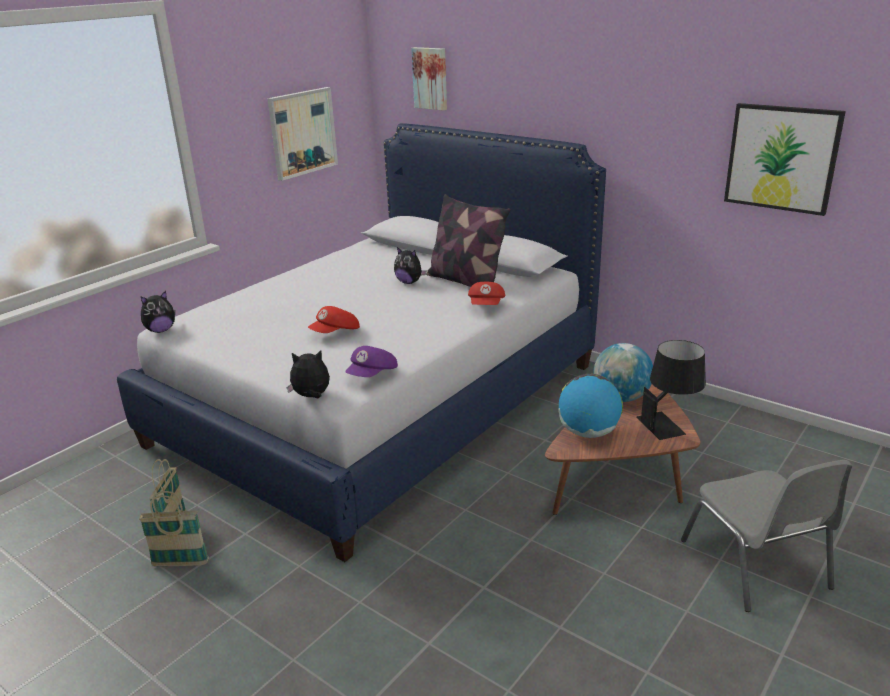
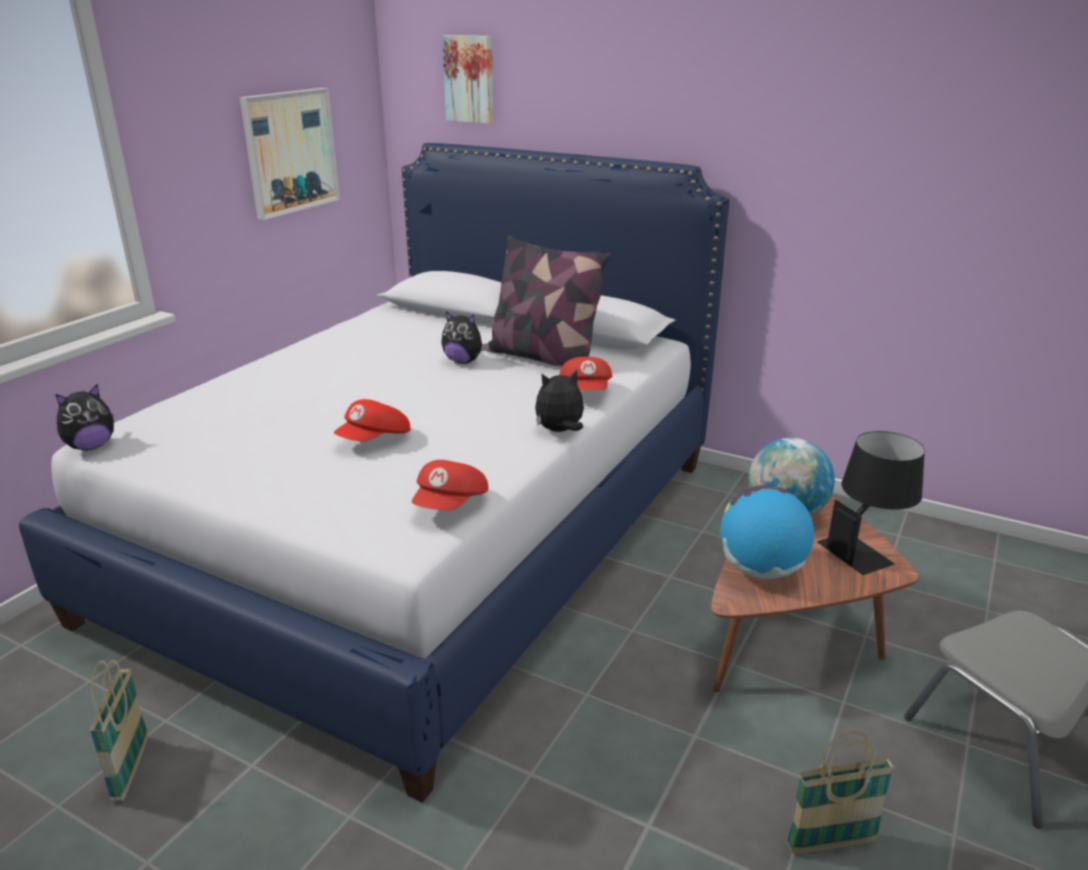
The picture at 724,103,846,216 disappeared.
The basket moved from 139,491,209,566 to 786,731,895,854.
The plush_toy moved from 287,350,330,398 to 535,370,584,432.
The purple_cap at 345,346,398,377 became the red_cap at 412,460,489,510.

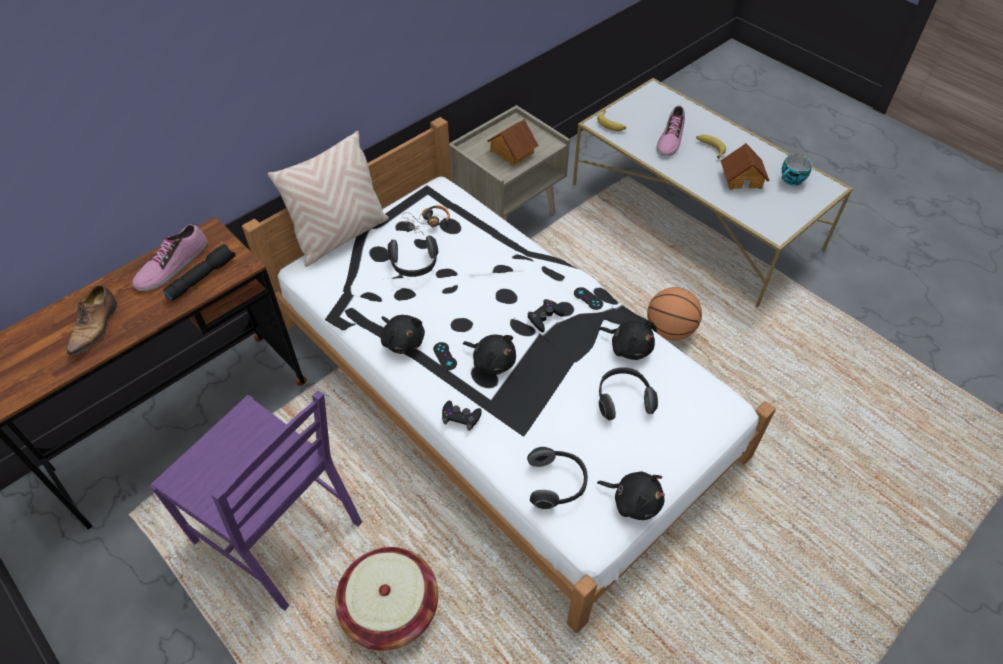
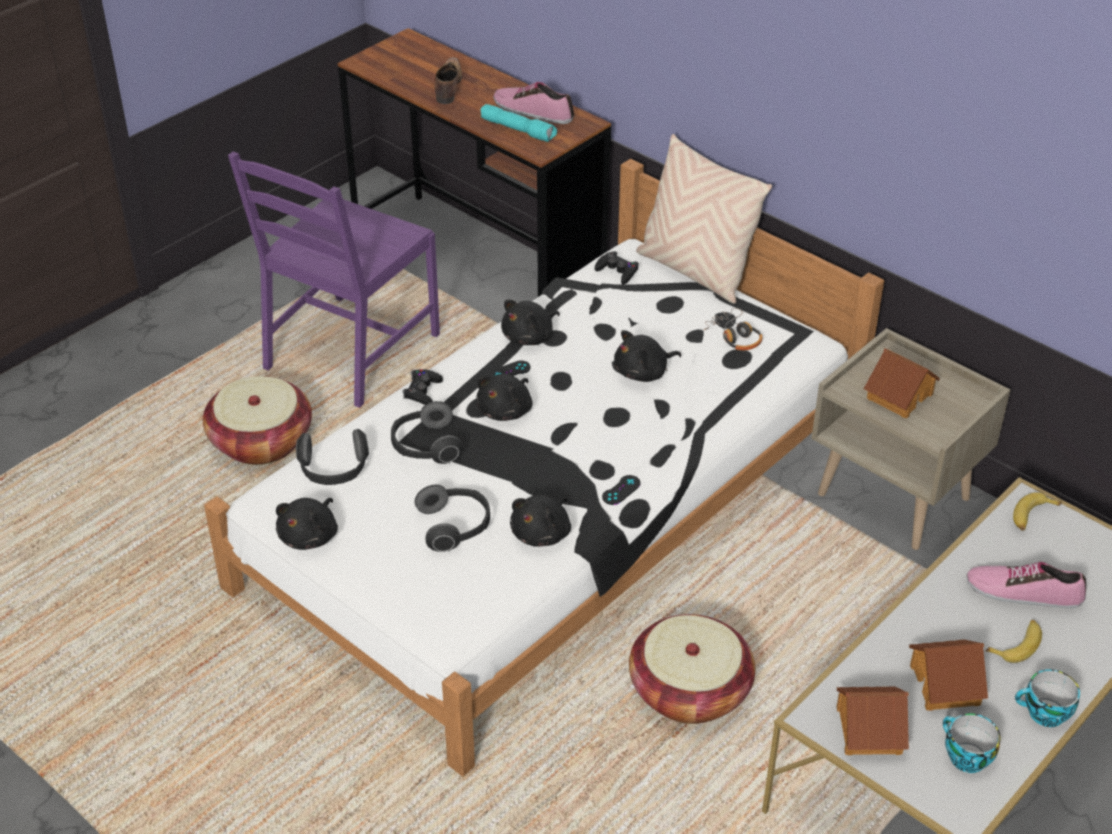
The black_plush_toy at 614,330,682,382 appeared.
The toy_house at 836,687,909,755 appeared.
The cup at 1015,669,1080,727 appeared.
The headphones moved from 387,235,438,277 to 391,401,463,464.
The black_game_controller moved from 527,299,565,332 to 595,251,639,285.
The basketball at 647,287,702,340 was replaced by the basket at 629,614,755,724.
The black_flashlight at 162,244,236,301 became the turquoise_flashlight at 481,104,557,142.
The shoe at 66,285,117,355 turned 90 degrees clockwise.

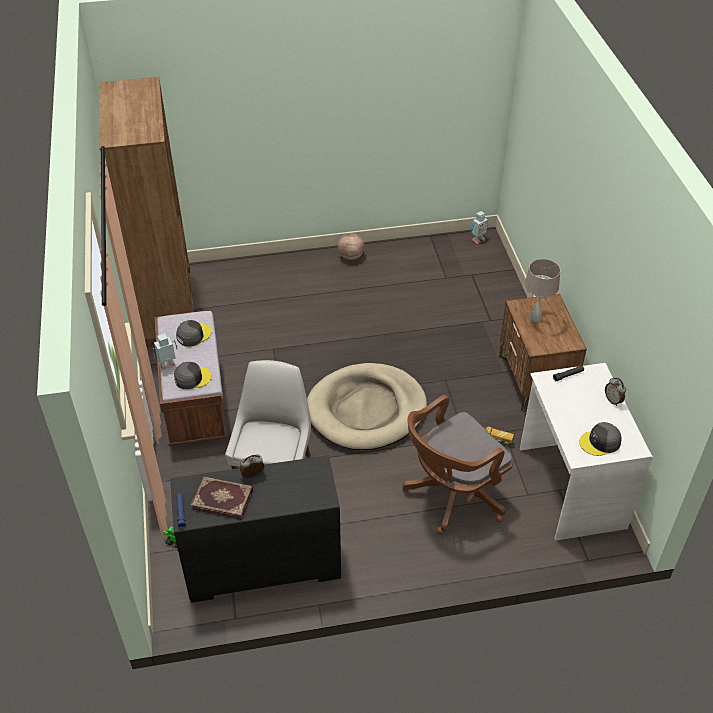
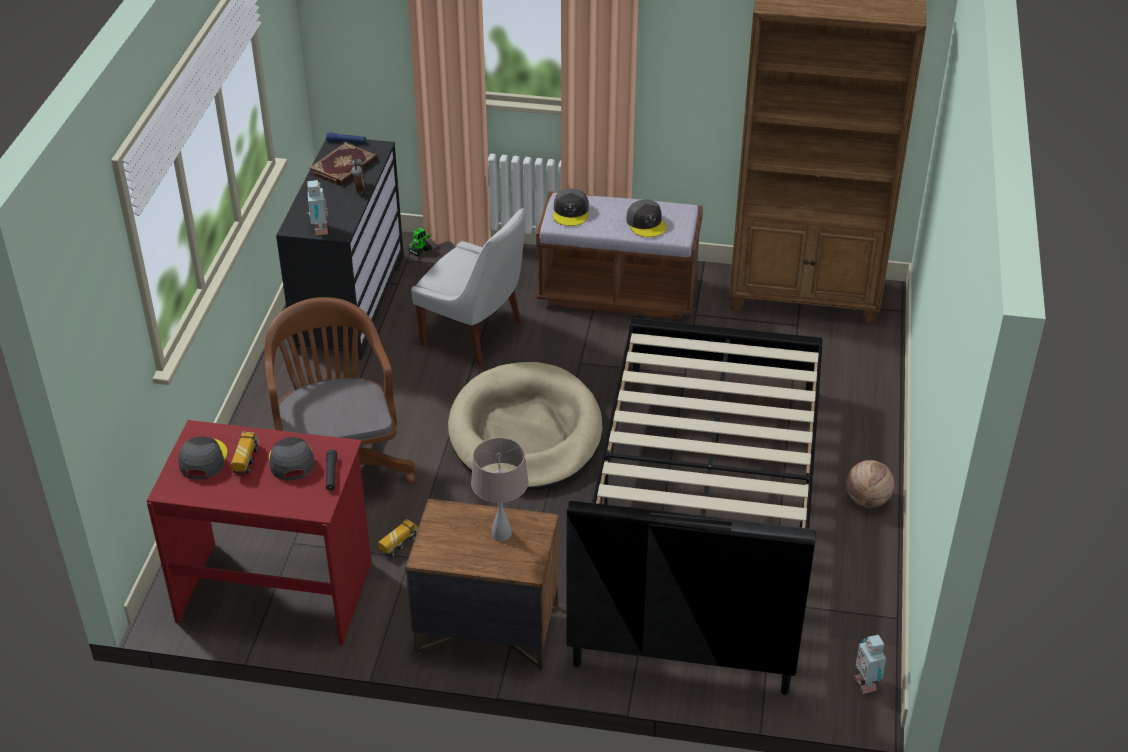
The alarm_clock at 605,377,626,406 disappeared.
The toy_truck at 231,432,259,474 appeared.
The grey_cap at 269,437,315,480 appeared.
The black_bed at 566,318,822,695 appeared.
The toy_robot moved from 153,333,177,370 to 306,180,328,235.
The white_desk at 520,363,653,541 became the red_desk at 147,420,371,645.

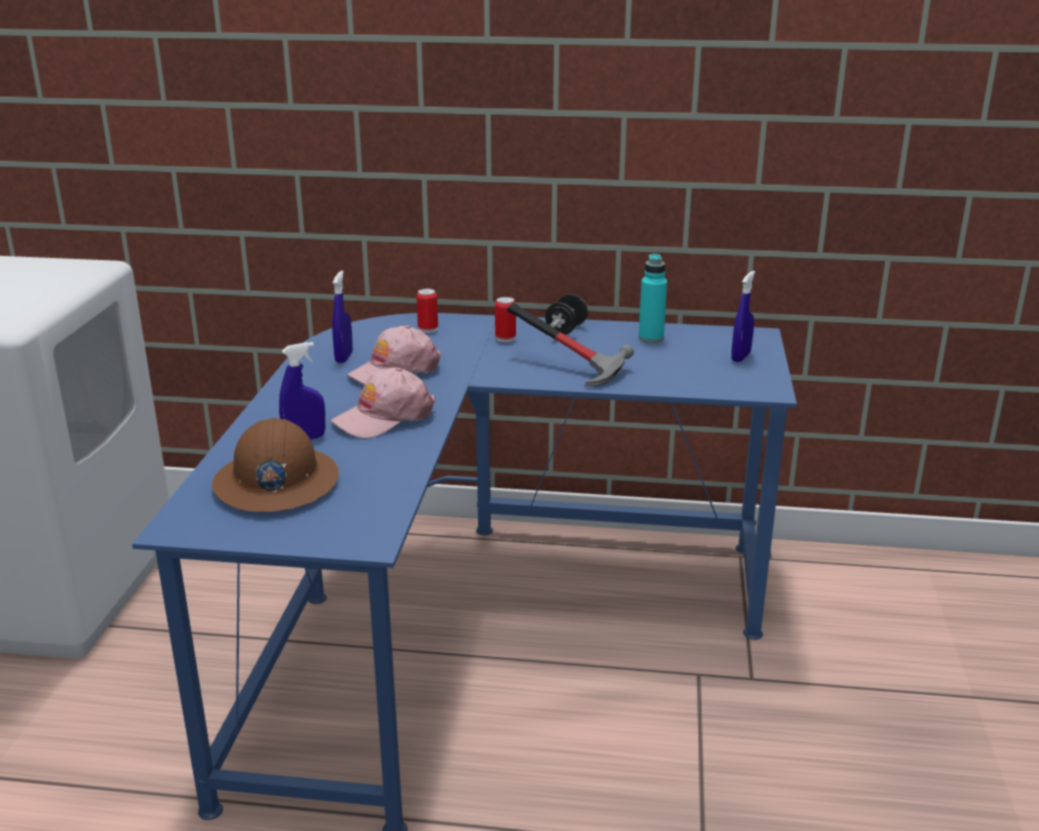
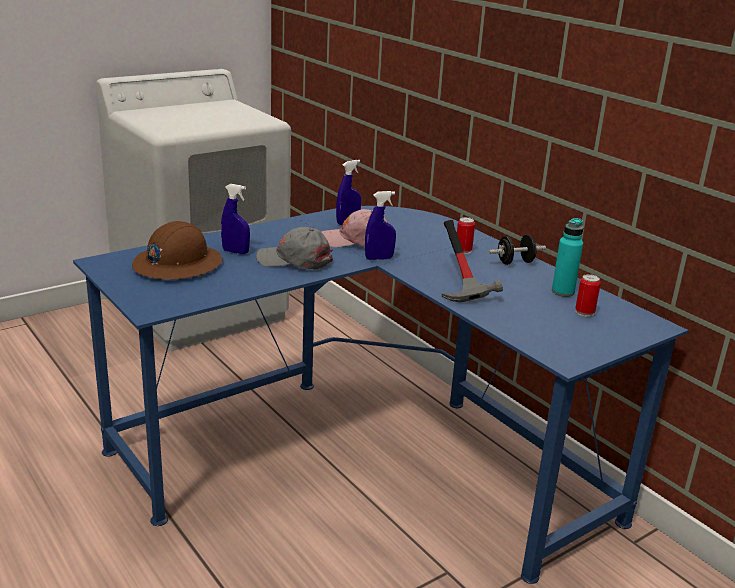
The can moved from 417,289,438,333 to 575,274,601,317.
The blue_spray_bottle moved from 731,271,755,362 to 365,191,396,260.
The pink_cap at 331,367,435,438 became the grey_cap at 256,227,333,270.

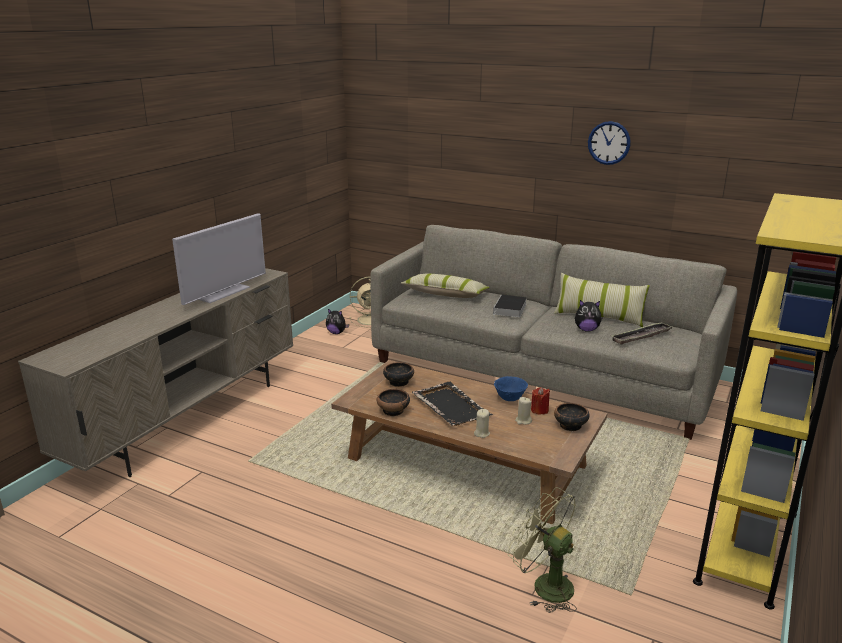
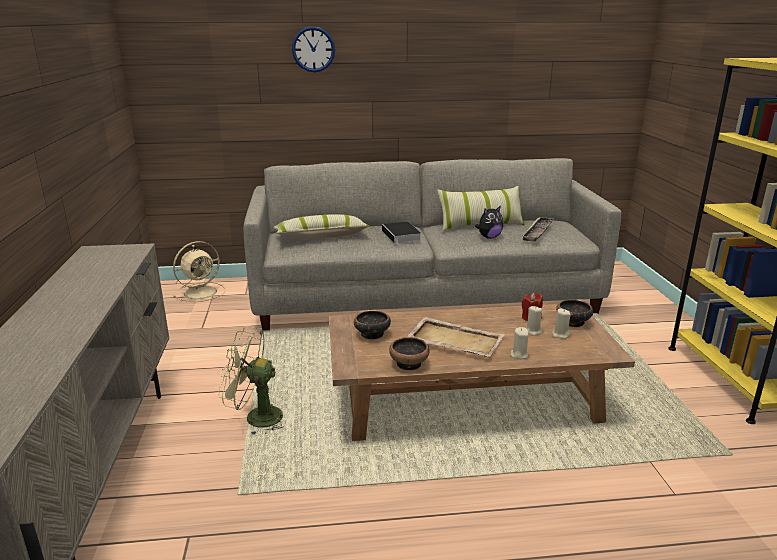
The television at 172,213,266,305 disappeared.
The plush_toy at 326,309,349,334 disappeared.
The blue_bowl at 494,376,528,401 disappeared.
The beige_candle at 552,309,571,339 appeared.
The green_fan moved from 507,487,577,613 to 219,326,284,436.
The wall_clock moved from 588,121,631,165 to 292,26,335,72.
The black_tray at 412,382,493,426 became the beige_tray at 406,317,505,357.

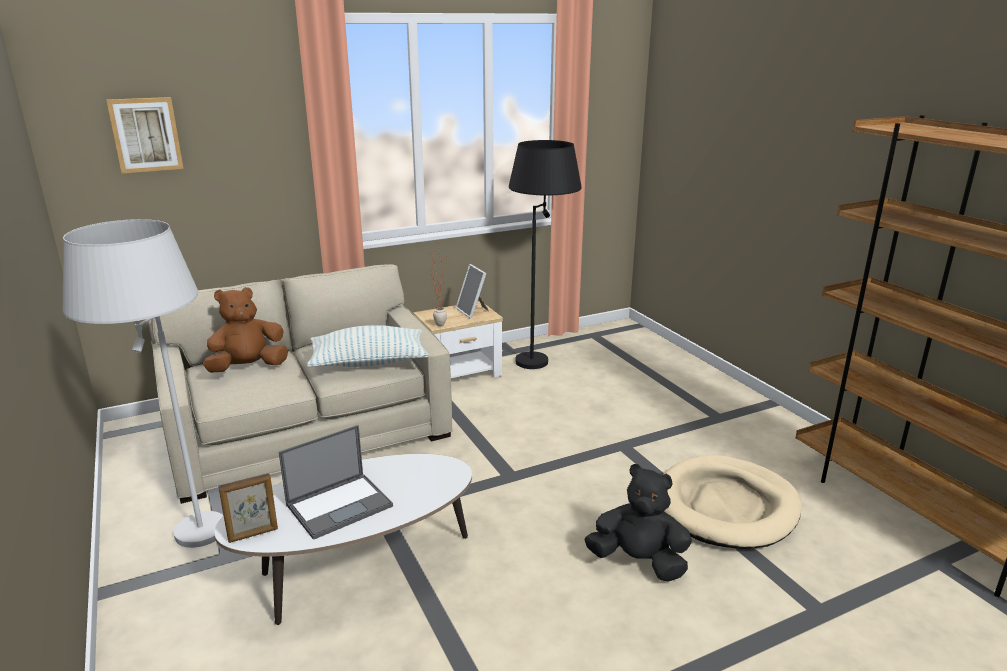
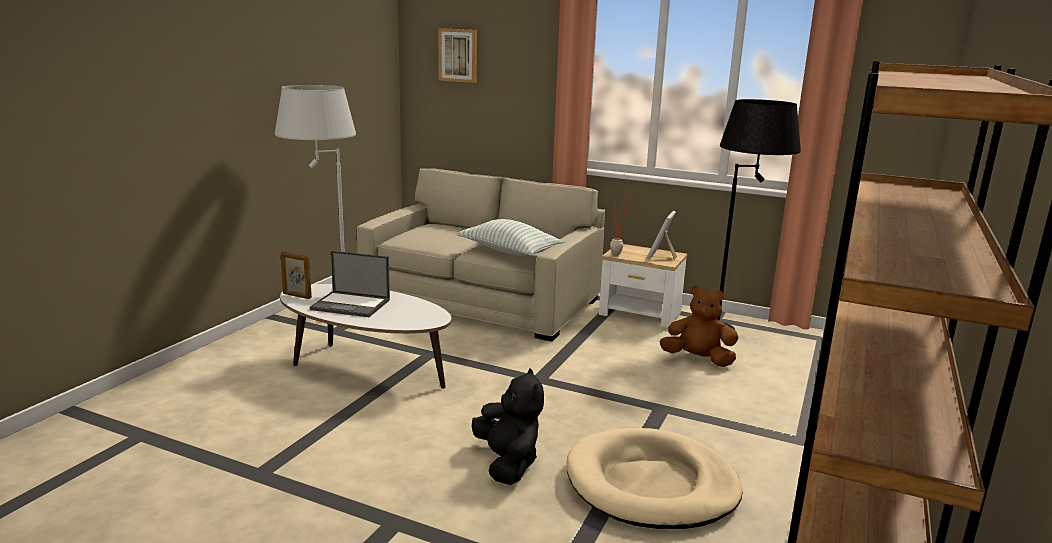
The brown_plush_toy moved from 203,287,288,373 to 660,285,739,367.

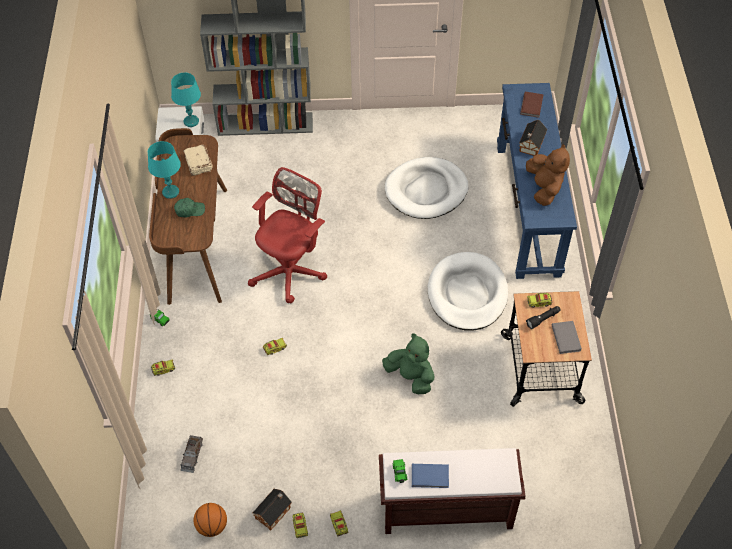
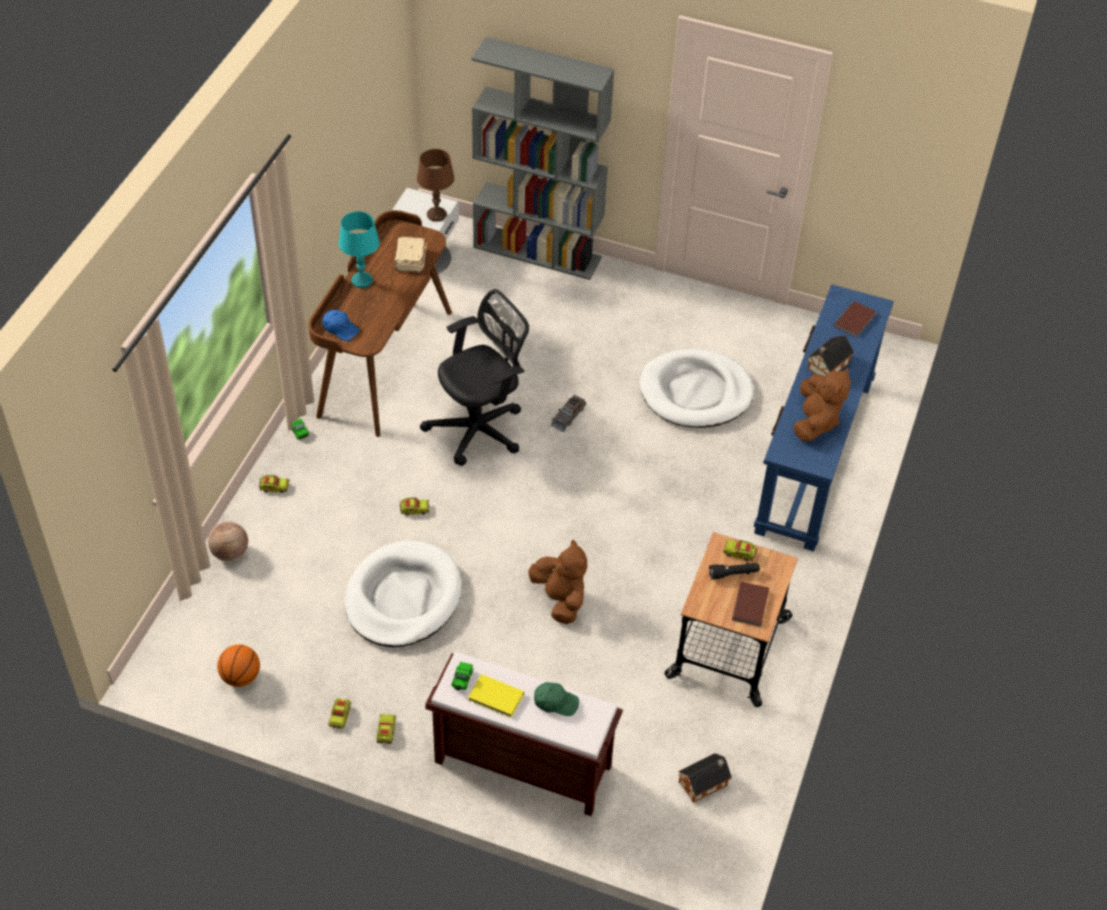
The basketball at 208,522,248,561 appeared.
The blue_cap at 322,310,359,341 appeared.
The green_cap moved from 174,198,205,218 to 534,682,579,716.
The grey_toy_car moved from 181,435,203,473 to 551,395,586,432.
The toy_house moved from 253,489,292,531 to 678,753,732,803.
The white_dog_bed moved from 428,252,508,330 to 345,541,462,647.
The turquoise_table_lamp at 171,73,201,127 became the brown_table_lamp at 417,149,455,222.
The red_office_chair at 248,167,327,303 became the black_office_chair at 420,289,529,466.
The green_plush_toy at 382,333,435,394 became the brown_plush_toy at 528,540,587,624.
The blue_book at 412,464,449,488 became the yellow_book at 468,674,524,718.
The grey_book at 551,321,582,354 became the brown_book at 732,582,769,627.

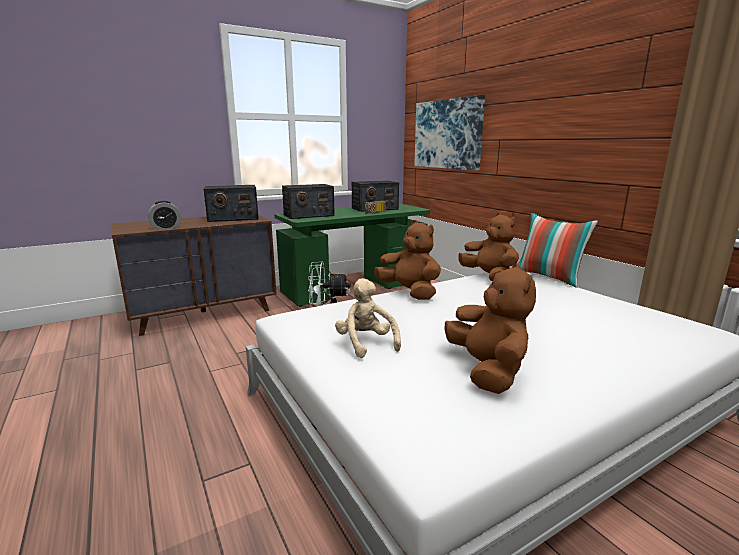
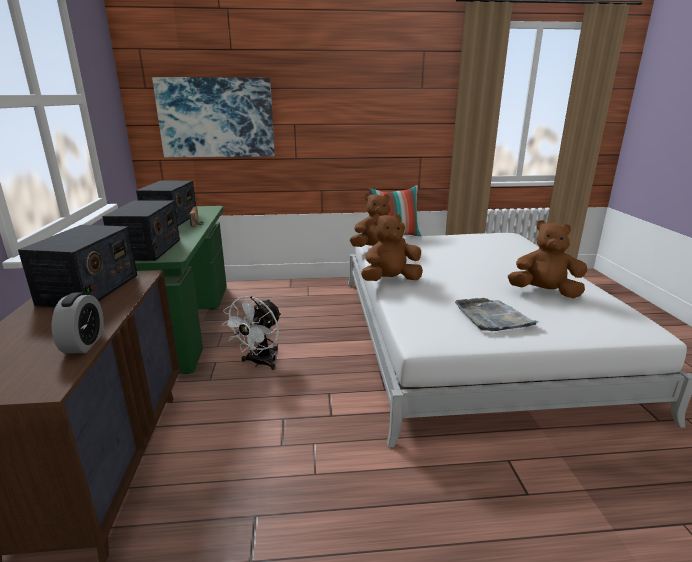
The beige_plush_toy at 335,278,401,358 was replaced by the grey_tray at 455,298,539,331.

